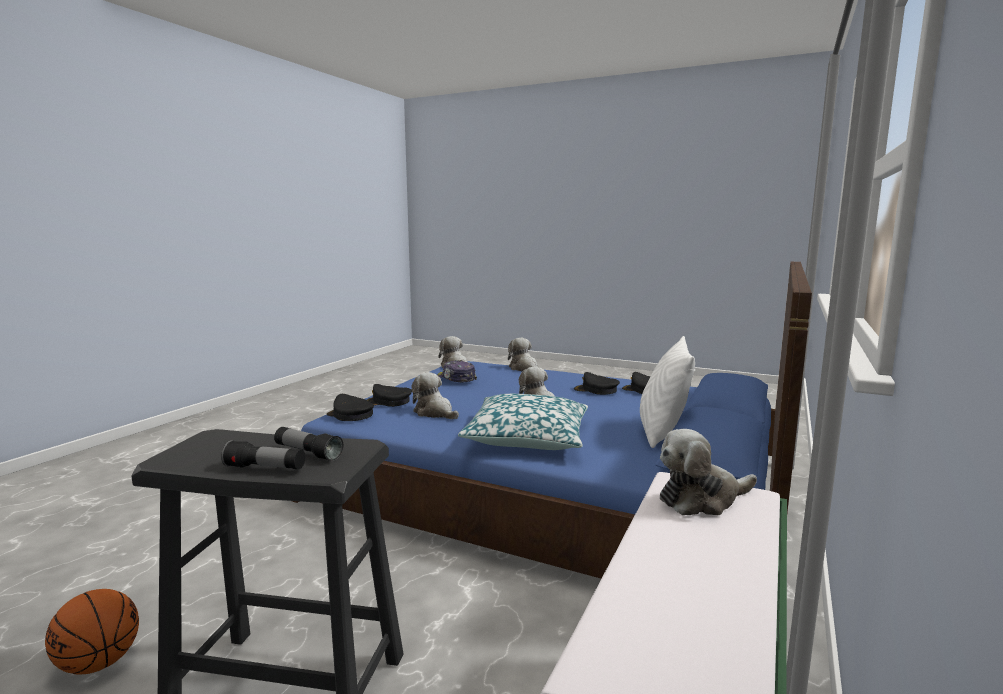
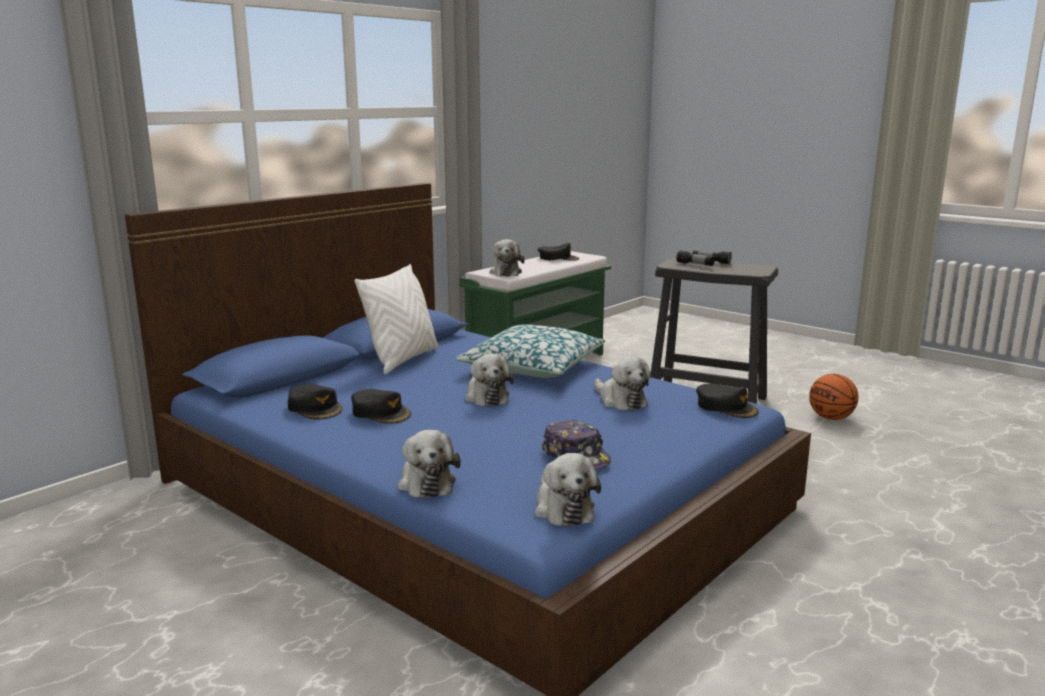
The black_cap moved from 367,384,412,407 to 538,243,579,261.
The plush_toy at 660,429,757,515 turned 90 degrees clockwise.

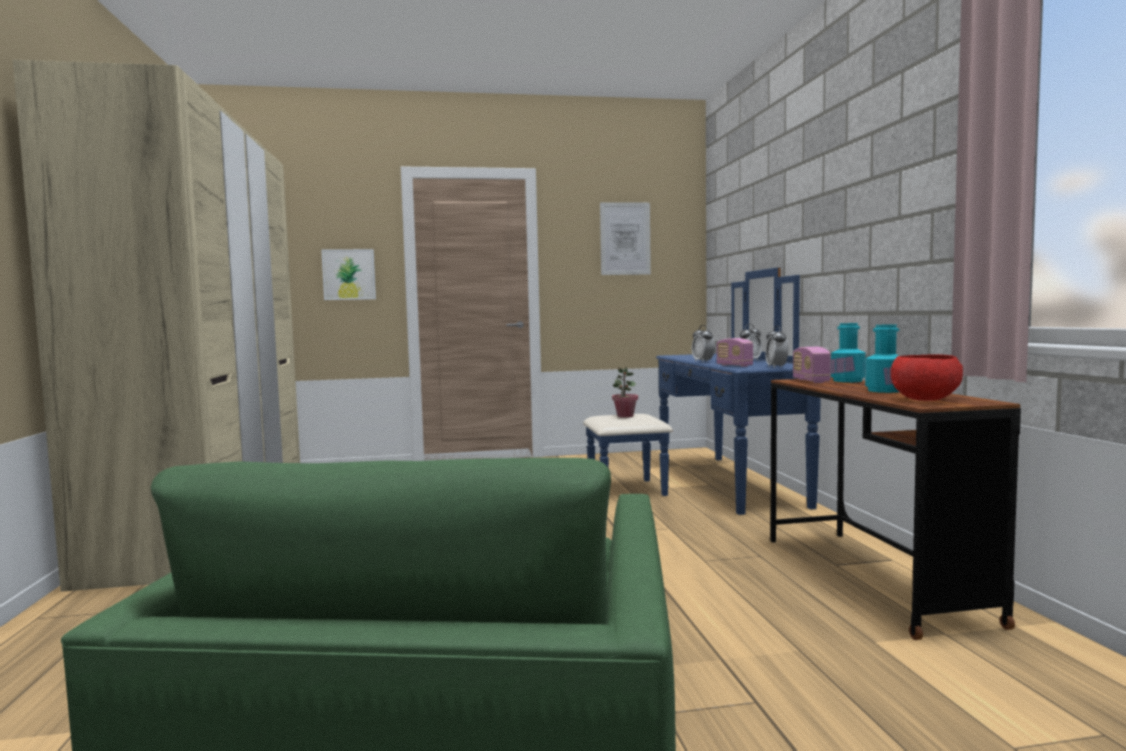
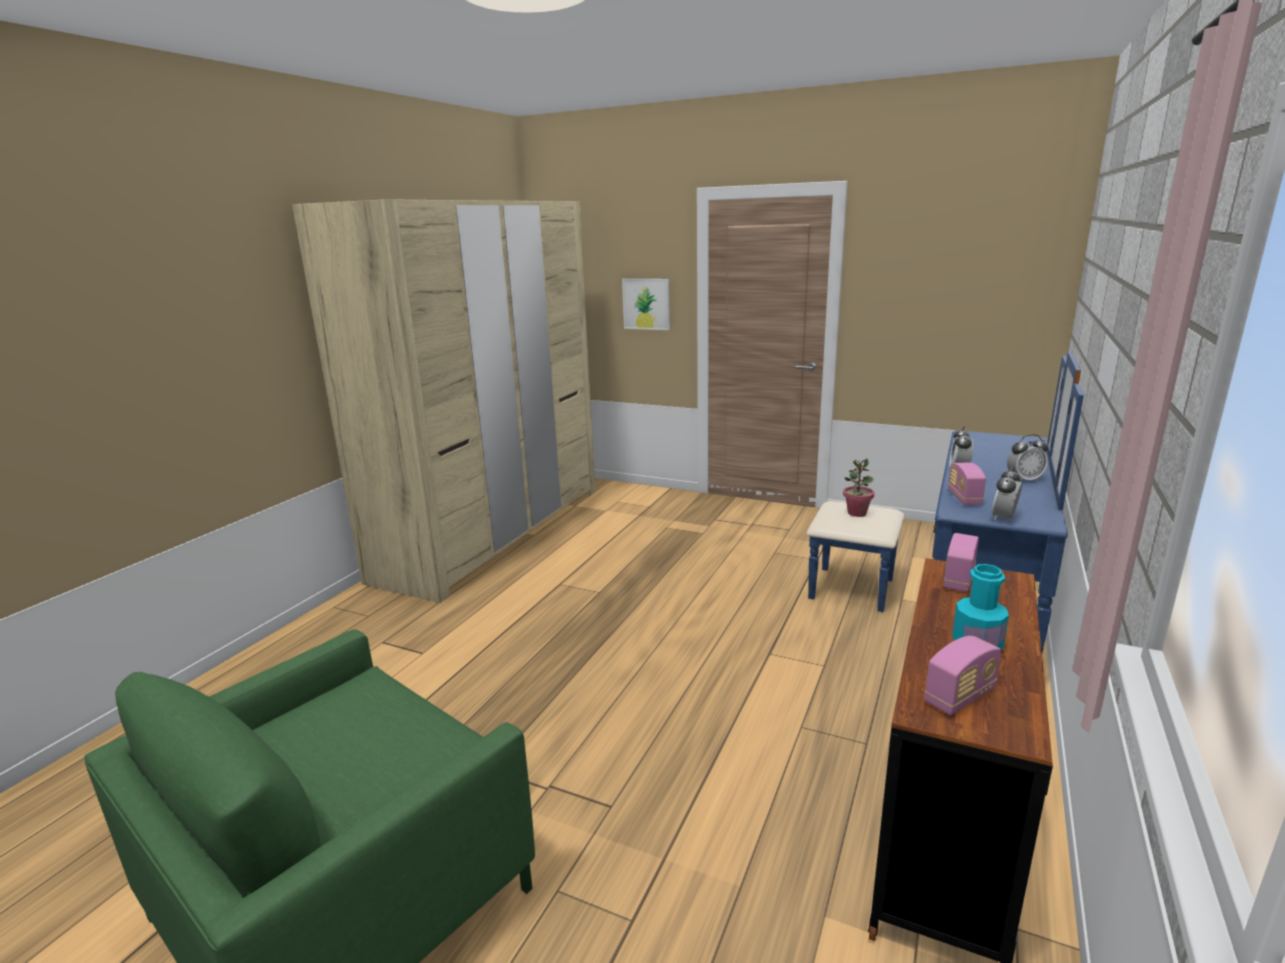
The picture at 600,202,651,275 disappeared.
The turquoise_bottle at 831,323,866,382 disappeared.
The red_bowl at 891,354,963,401 was replaced by the radio at 925,636,1001,715.

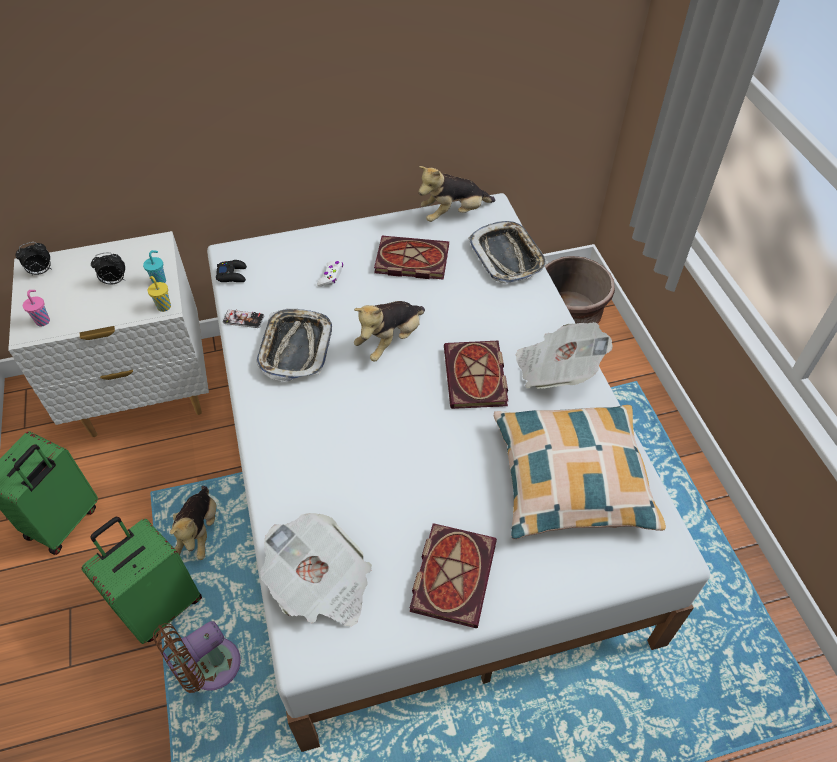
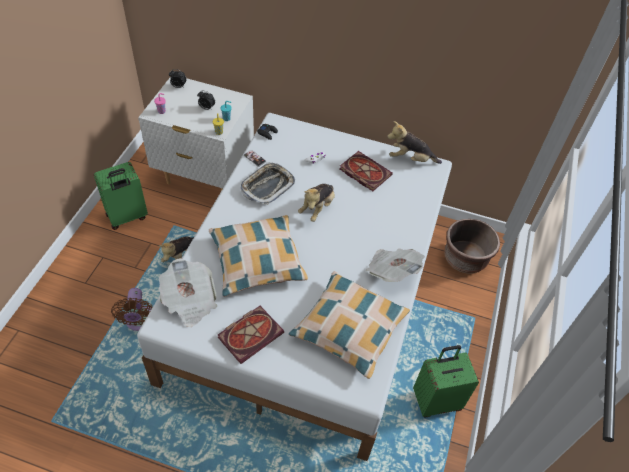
The book at 444,341,508,409 disappeared.
The tray at 468,221,549,284 disappeared.
The pillow at 209,215,308,297 appeared.
The green_suitcase moved from 81,517,202,644 to 413,345,479,417.
The brown_fan at 153,621,241,693 turned 90 degrees counterclockwise.
The plush_toy at 354,301,425,361 turned 45 degrees counterclockwise.

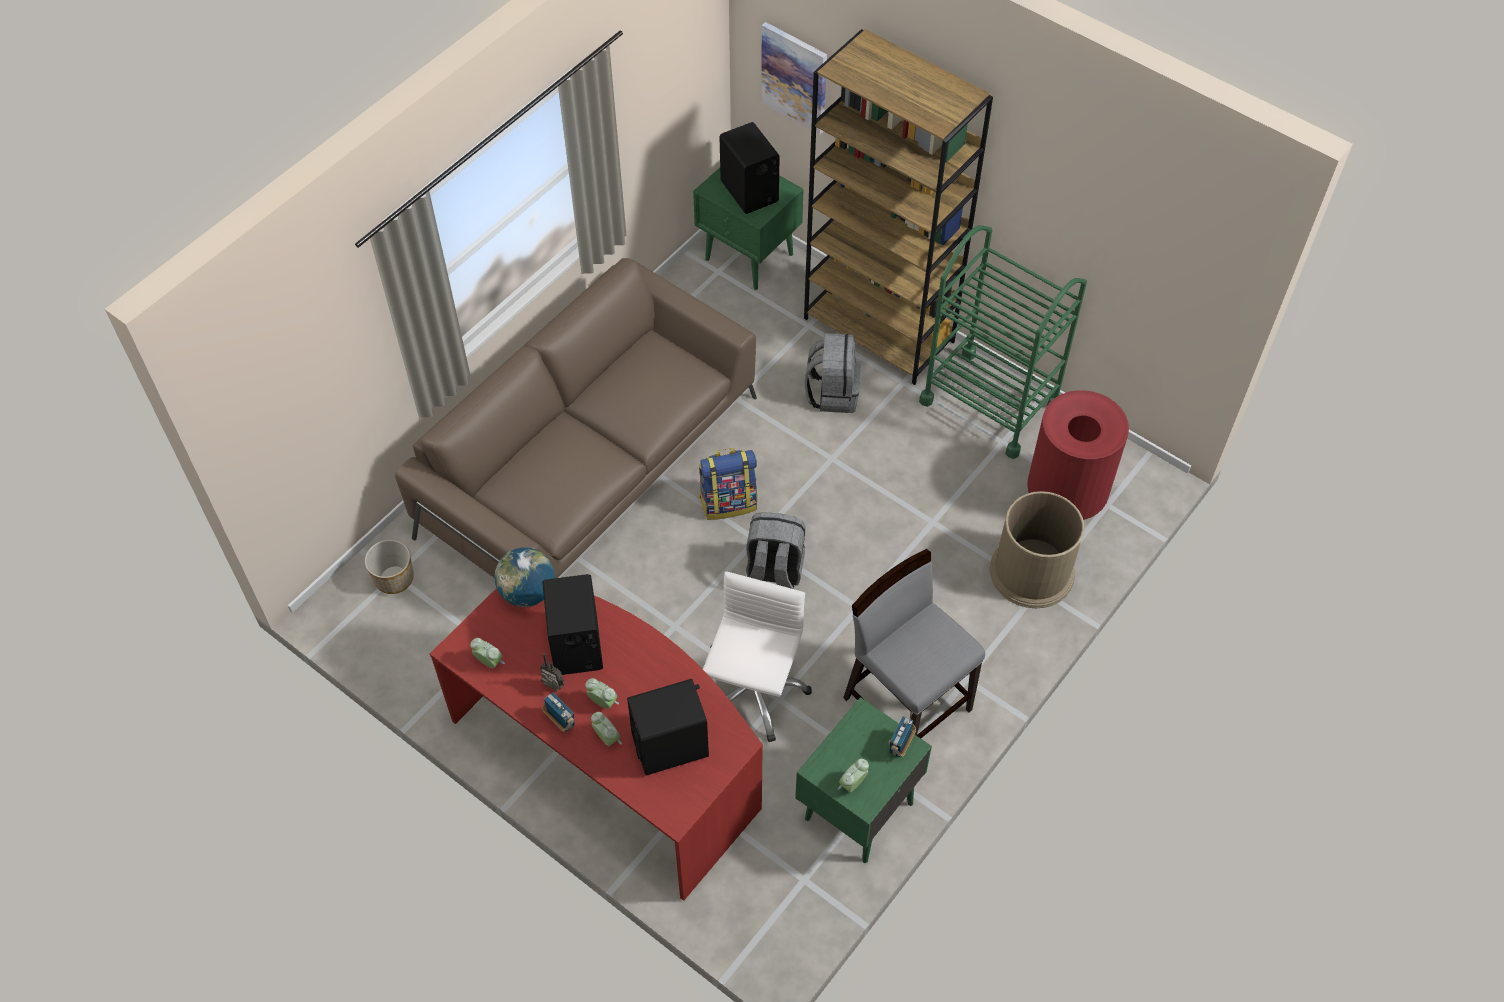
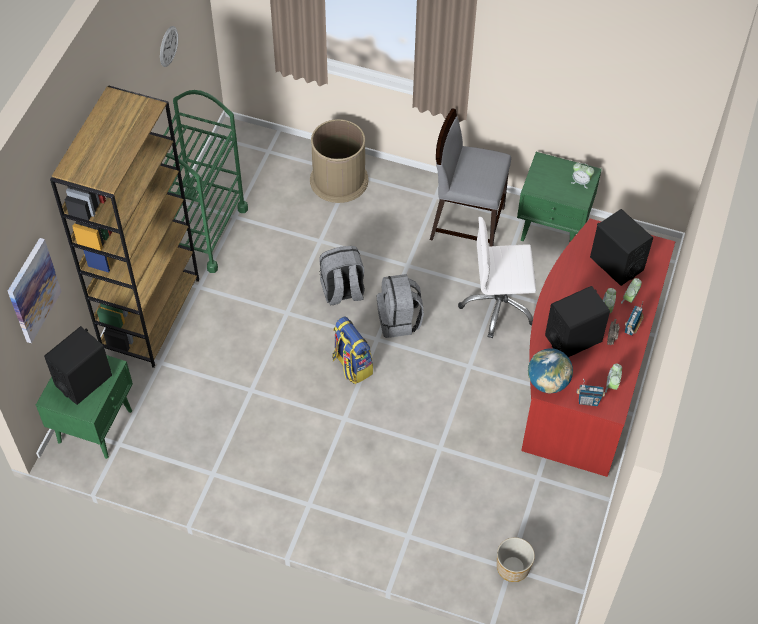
The brown_sofa at 395,258,757,578 disappeared.
The red_trash_can at 1027,390,1129,520 disappeared.
The wall_clock at 160,26,178,67 appeared.
The grey_backpack moved from 805,333,861,413 to 319,246,365,305.
The radio moved from 888,712,916,757 to 577,379,605,406.
The grey_chair at 843,549,985,738 turned 75 degrees clockwise.

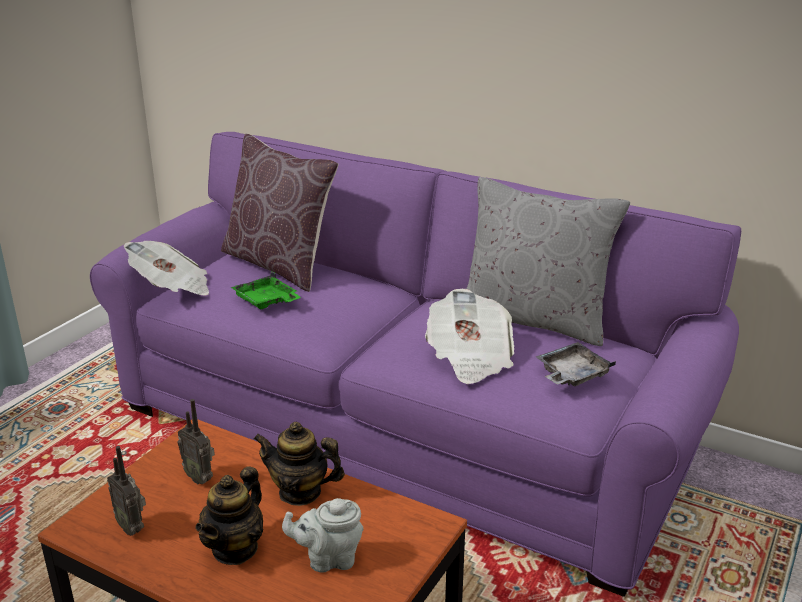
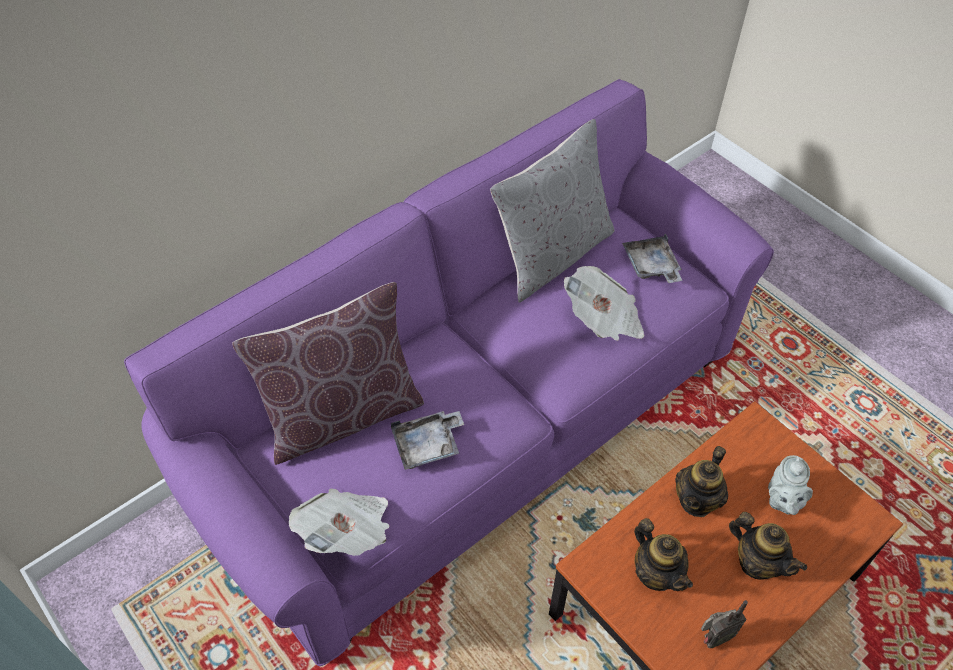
The radio at 177,399,215,484 was replaced by the teapot at 634,518,693,591.
The green_tray at 231,271,301,309 became the grey_tray at 391,411,464,470.

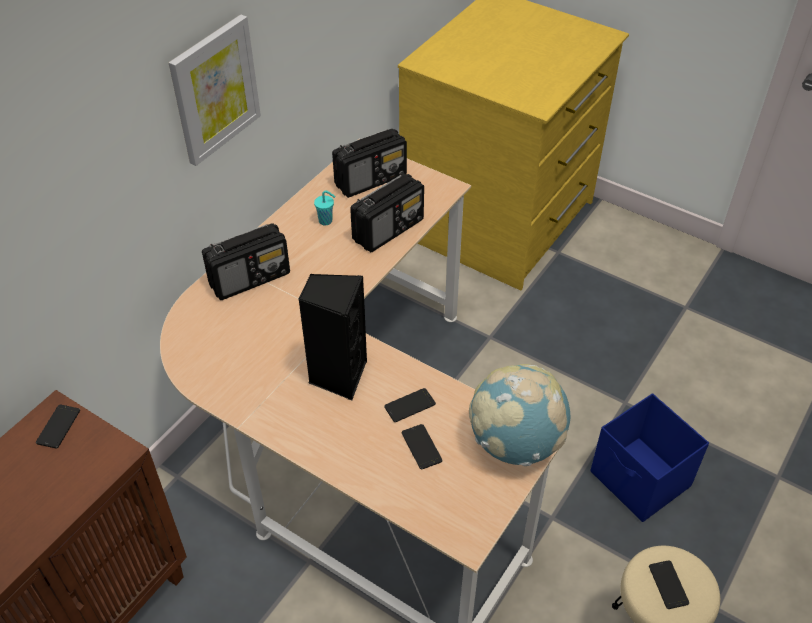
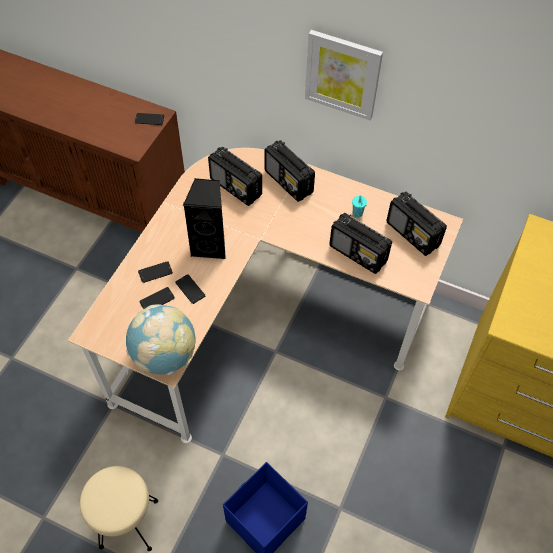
The radio at 208,147,262,206 appeared.
The phone moved from 649,560,689,609 to 138,261,173,283.

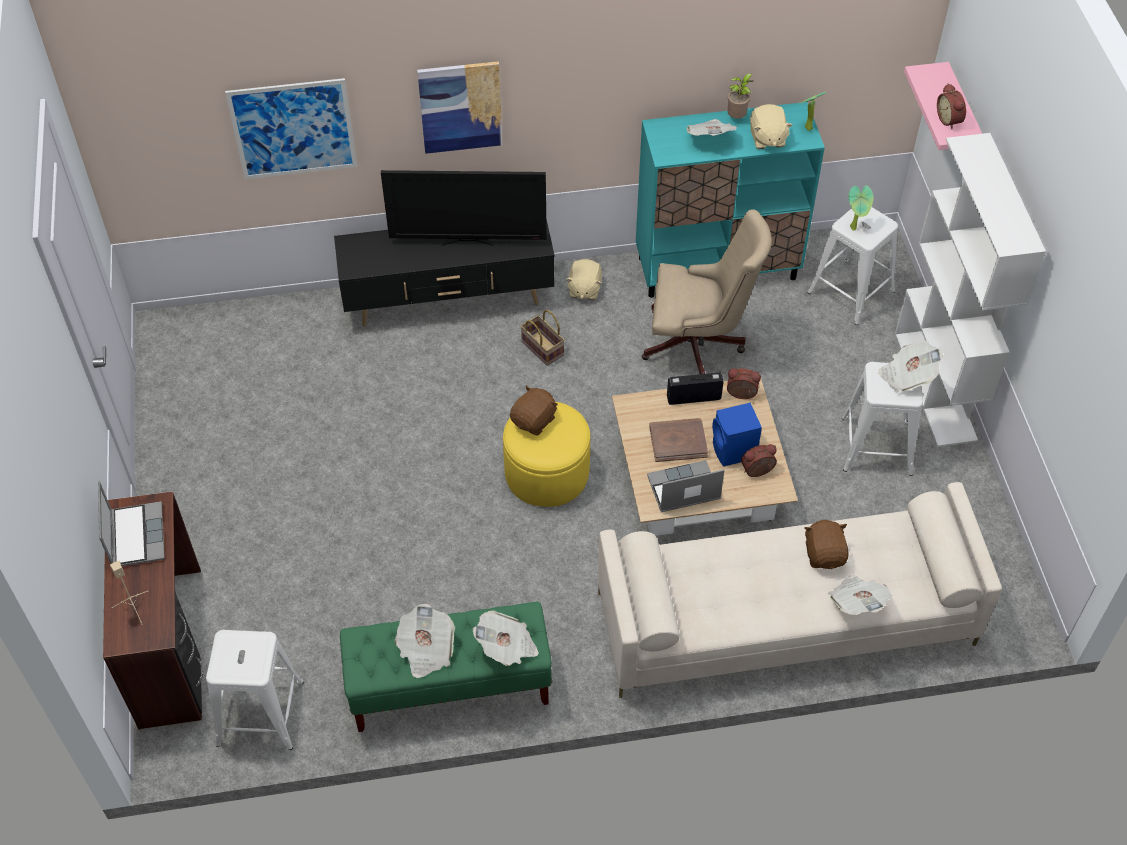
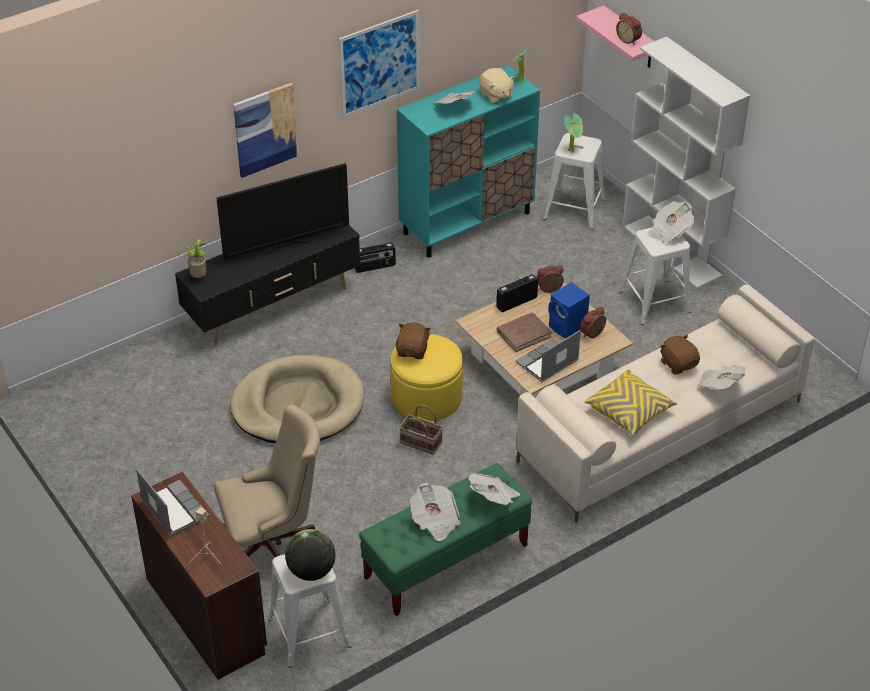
The beige_dog_bed at 230,355,364,444 appeared.
The globe at 285,529,335,581 appeared.
The yellow_pillow at 585,370,677,436 appeared.
The picture moved from 225,78,357,179 to 339,10,420,118.
The basket moved from 521,310,565,366 to 399,405,443,455.
The beige_office_chair moved from 642,209,772,374 to 214,405,320,557.
The potted_plant moved from 728,73,753,119 to 186,239,206,278.
The beige_plush_toy at 566,259,602,300 was replaced by the radio at 355,242,396,273.

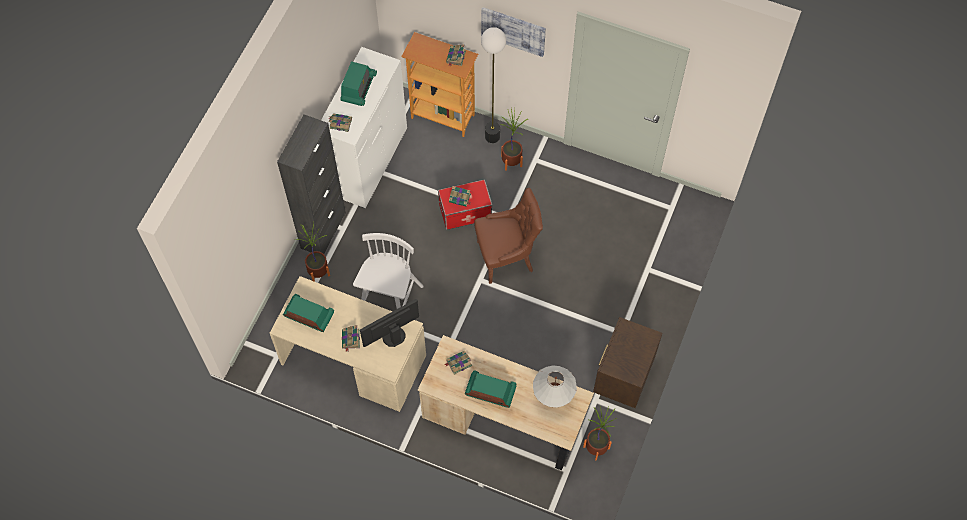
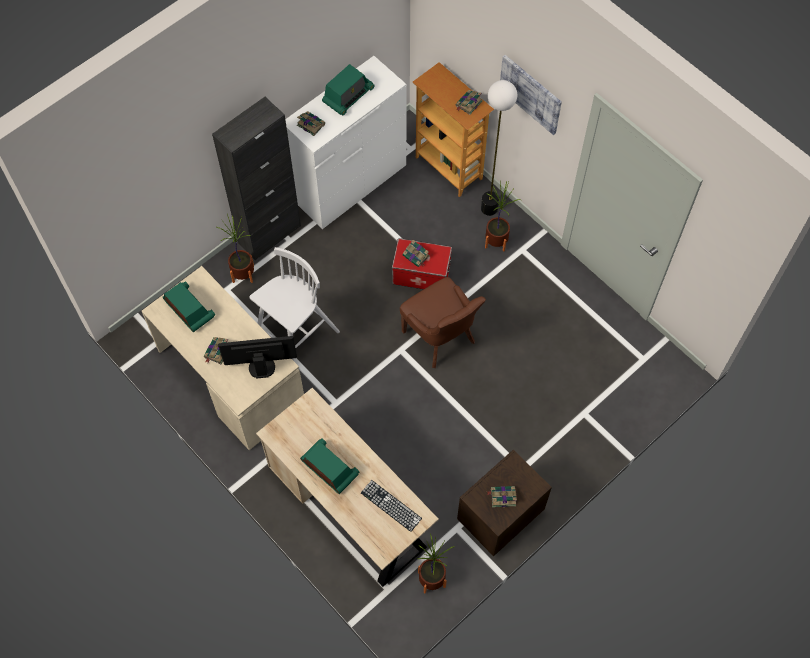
The book moved from 444,351,472,375 to 487,486,517,507.
The white_table_lamp at 533,365,577,407 was replaced by the keyboard at 361,480,422,532.
The brown_chair at 474,188,543,284 turned 45 degrees clockwise.

